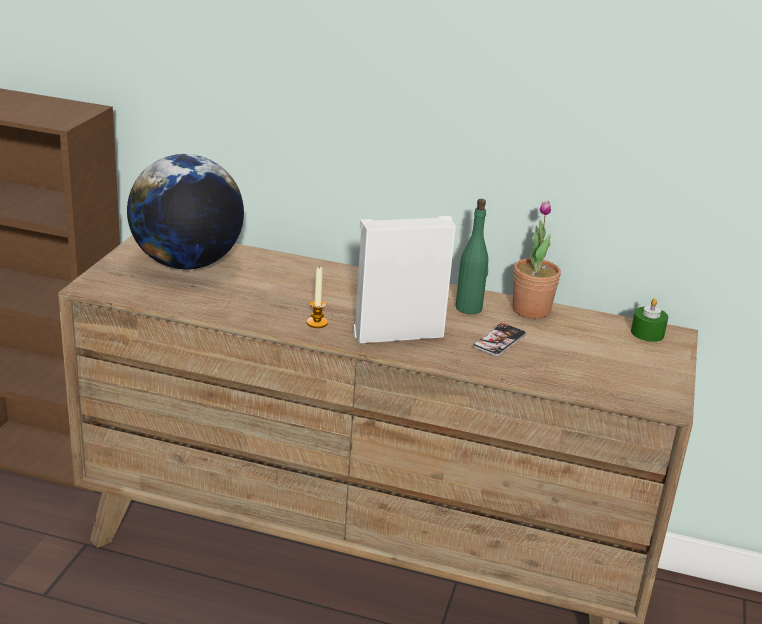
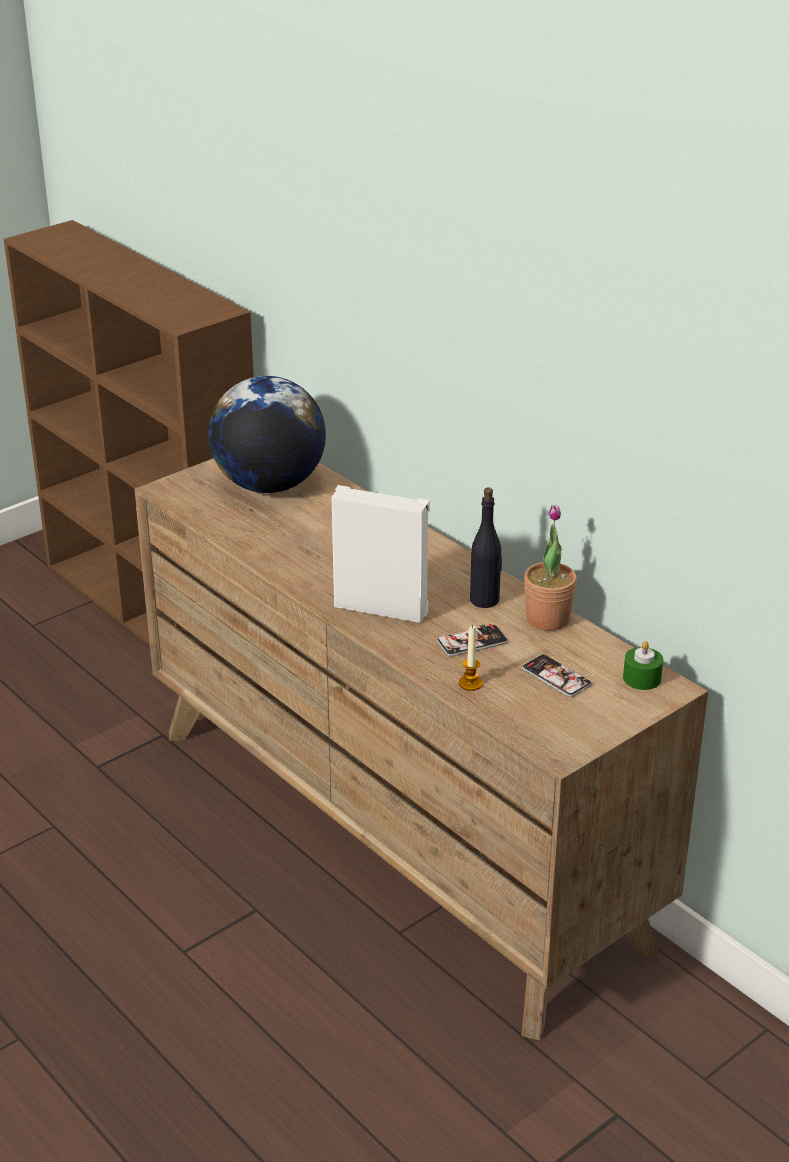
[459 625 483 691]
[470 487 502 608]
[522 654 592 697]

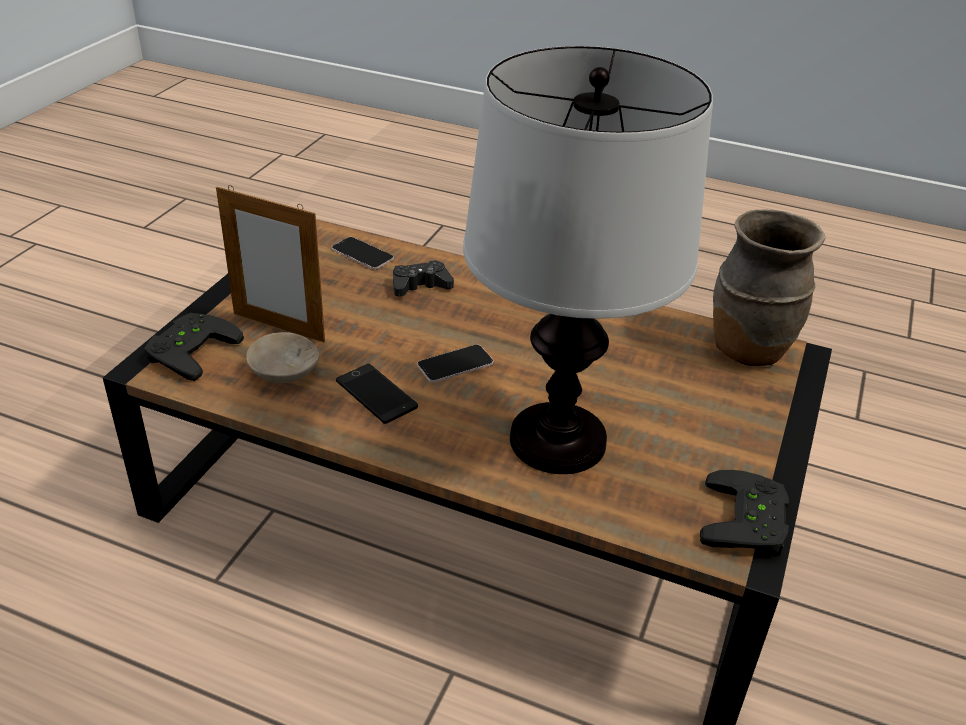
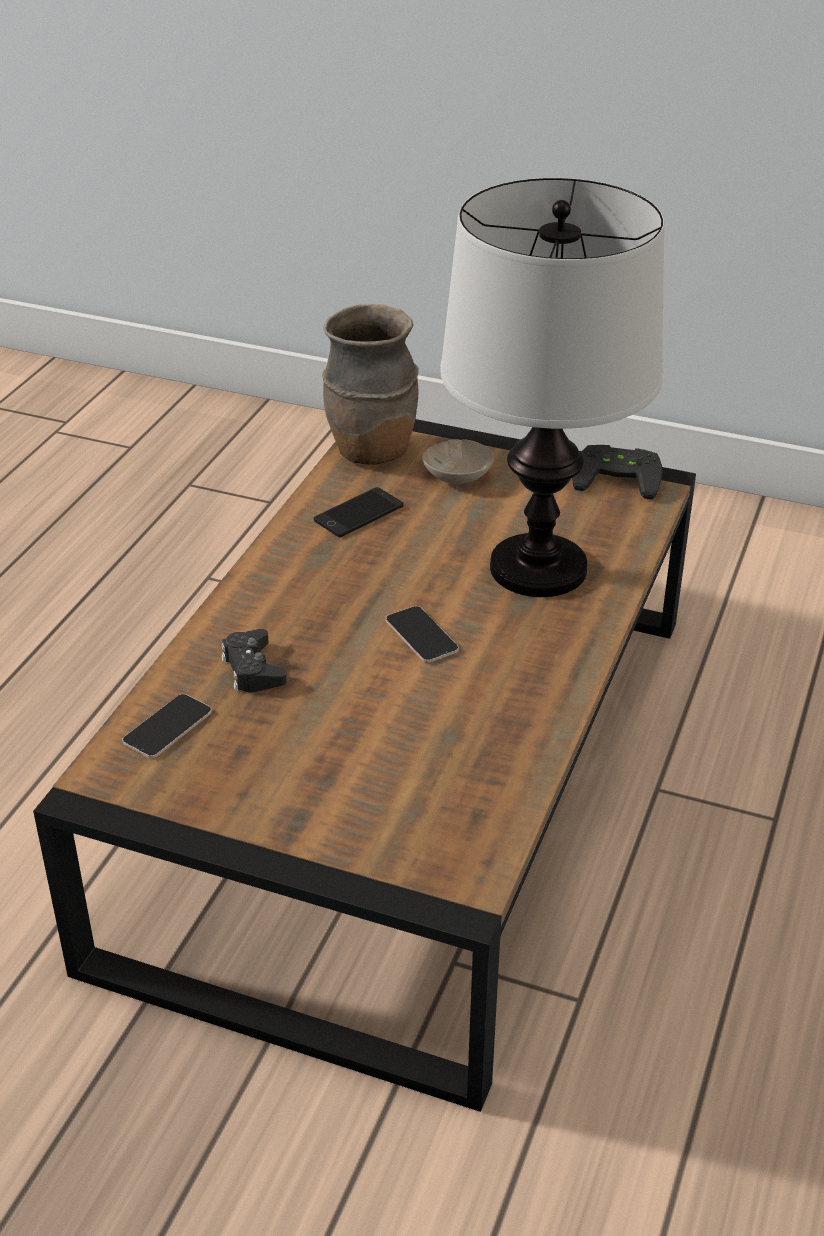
[314 487 404 537]
[422 439 493 484]
[144 313 244 381] (first image)
[216 185 325 342] (first image)

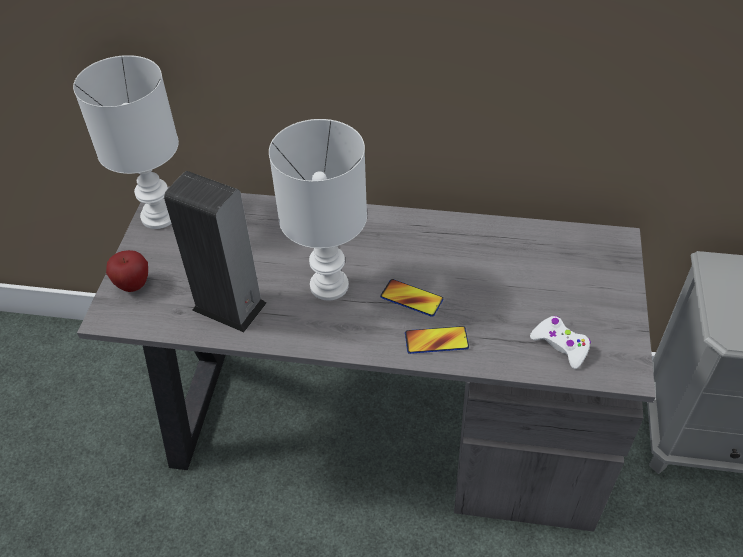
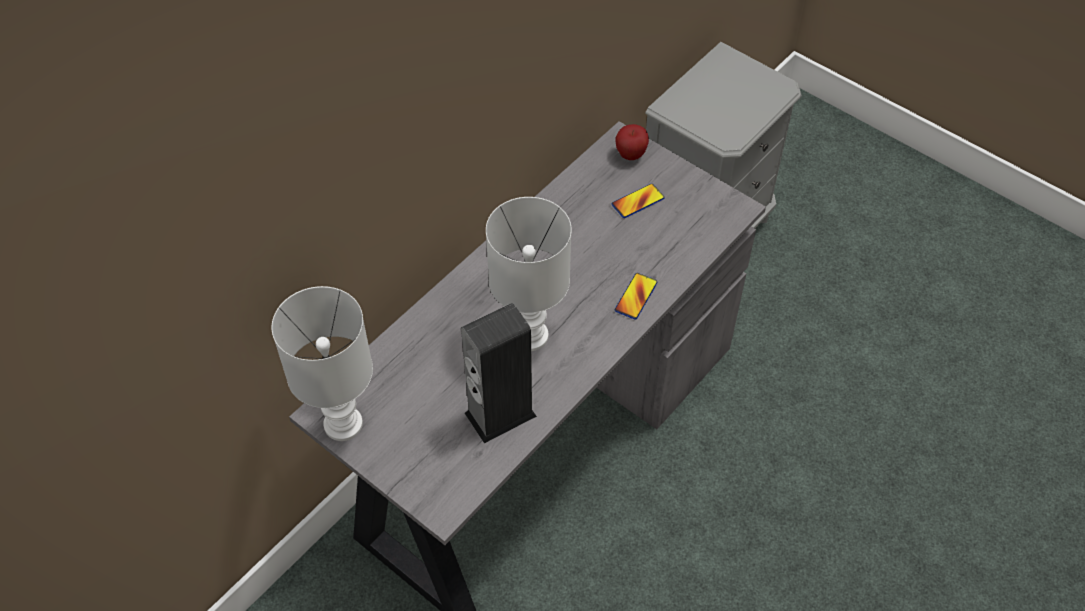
[612 184 665 218]
[615 124 649 160]
[530 316 591 369] (first image)

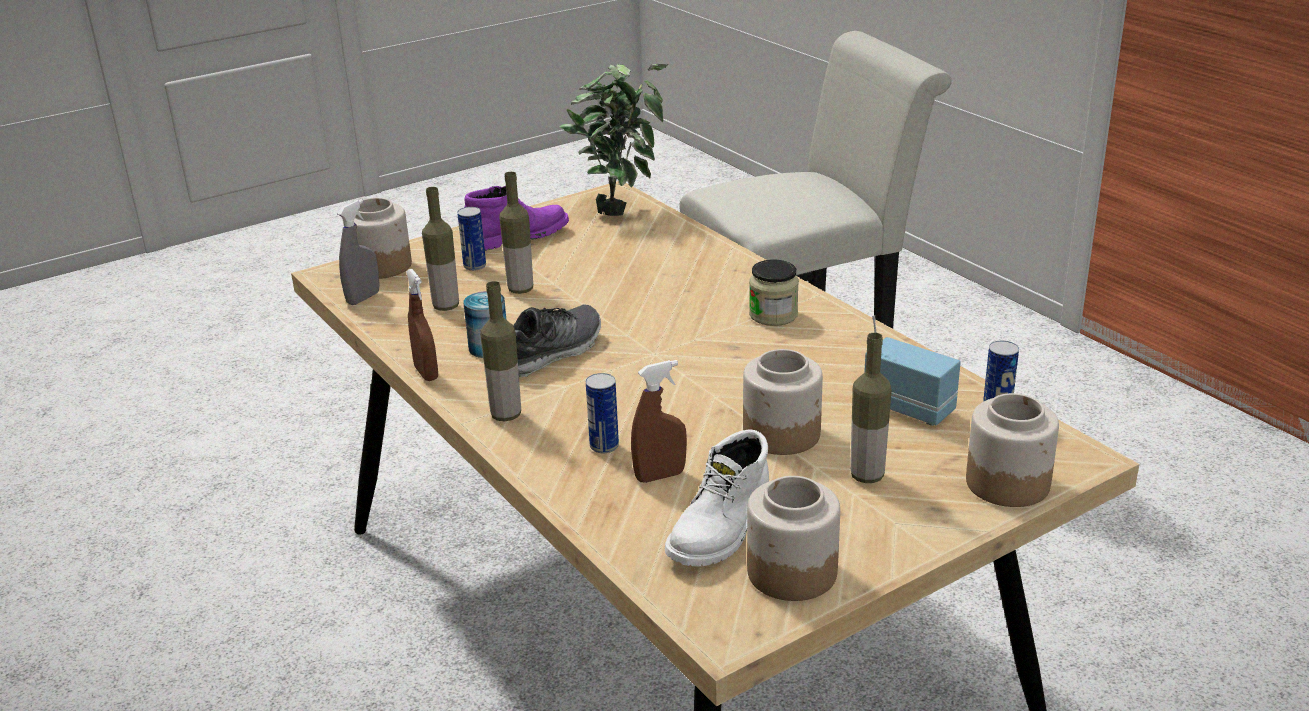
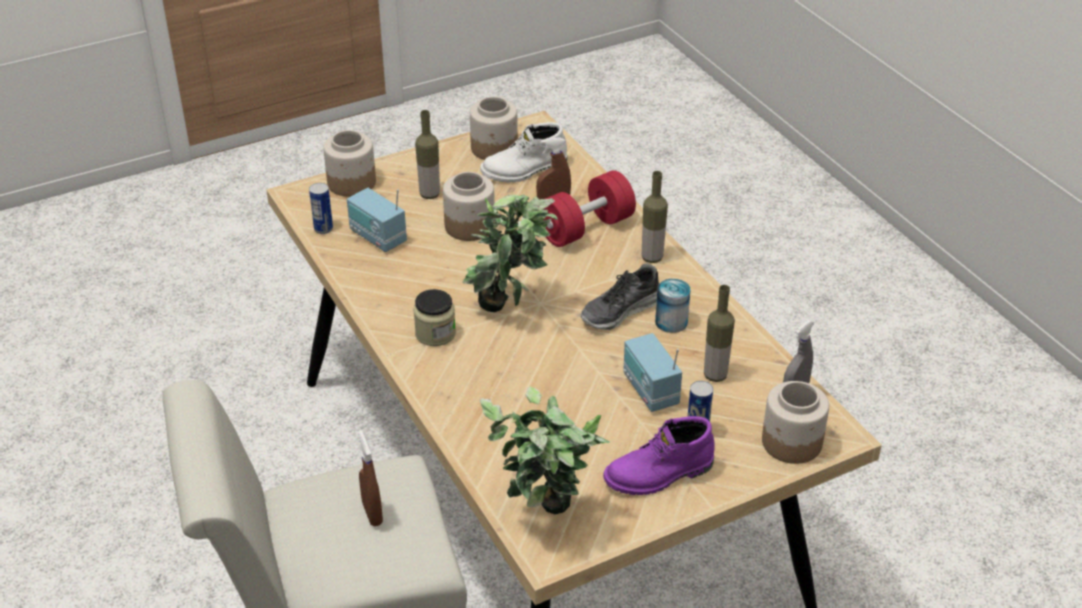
[358 430 383 526]
[463 195 558 312]
[480 122 567 183]
[538 170 636 247]
[623 333 682 412]

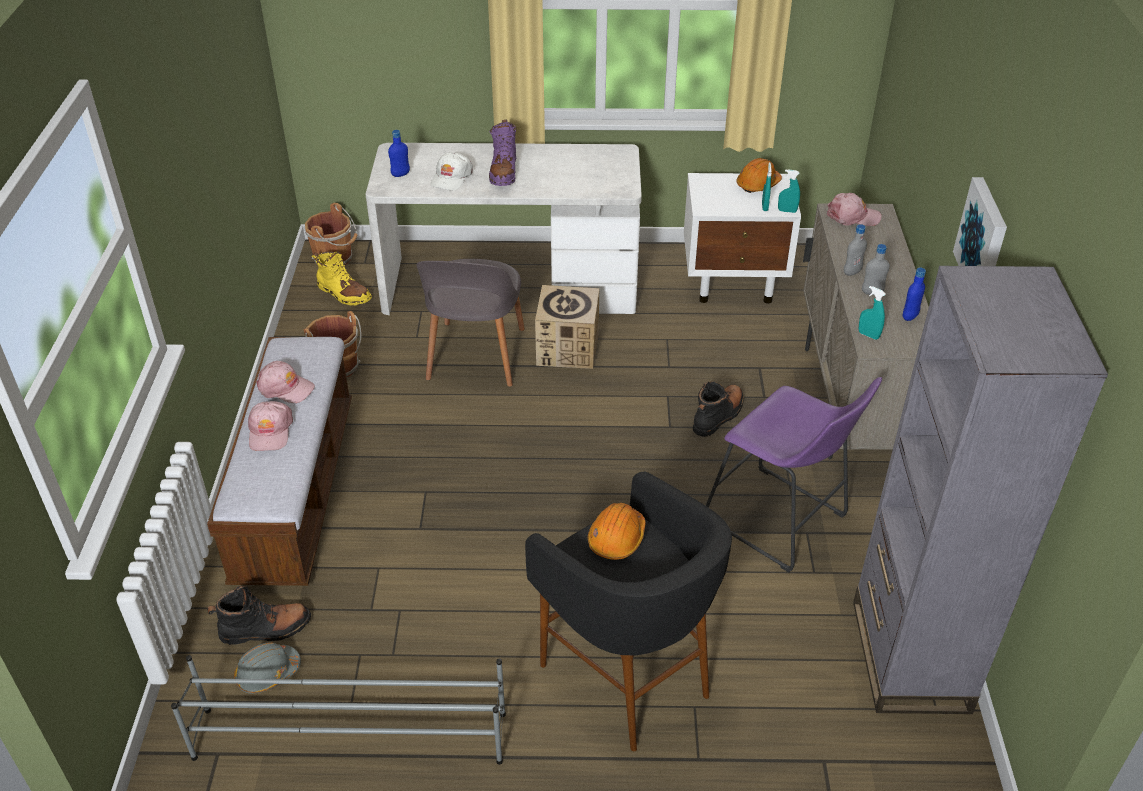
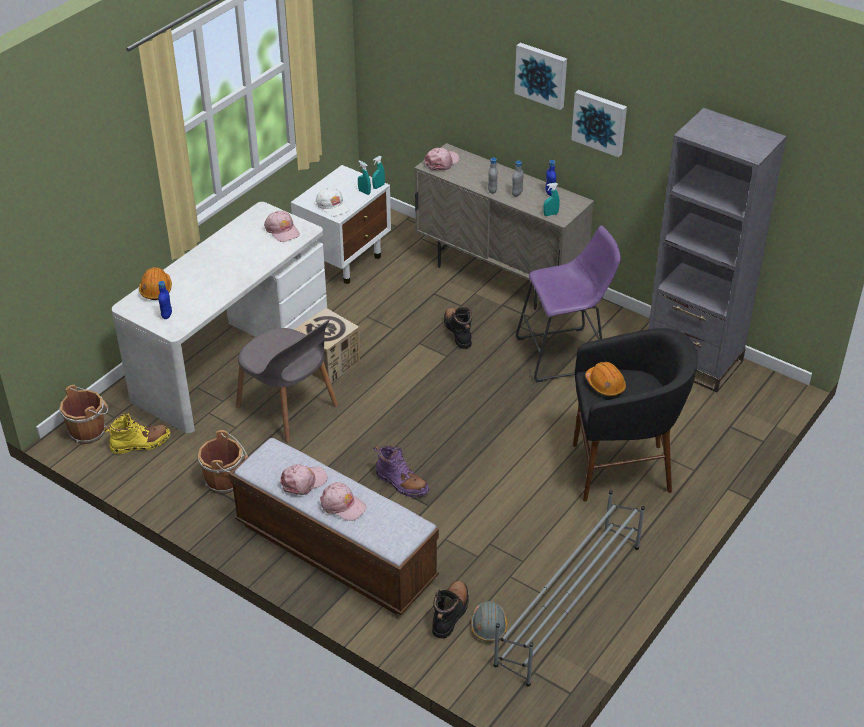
[139 267 172 300]
[264 211 300 242]
[316 187 350 217]
[374 445 429 497]
[514 43 567 110]

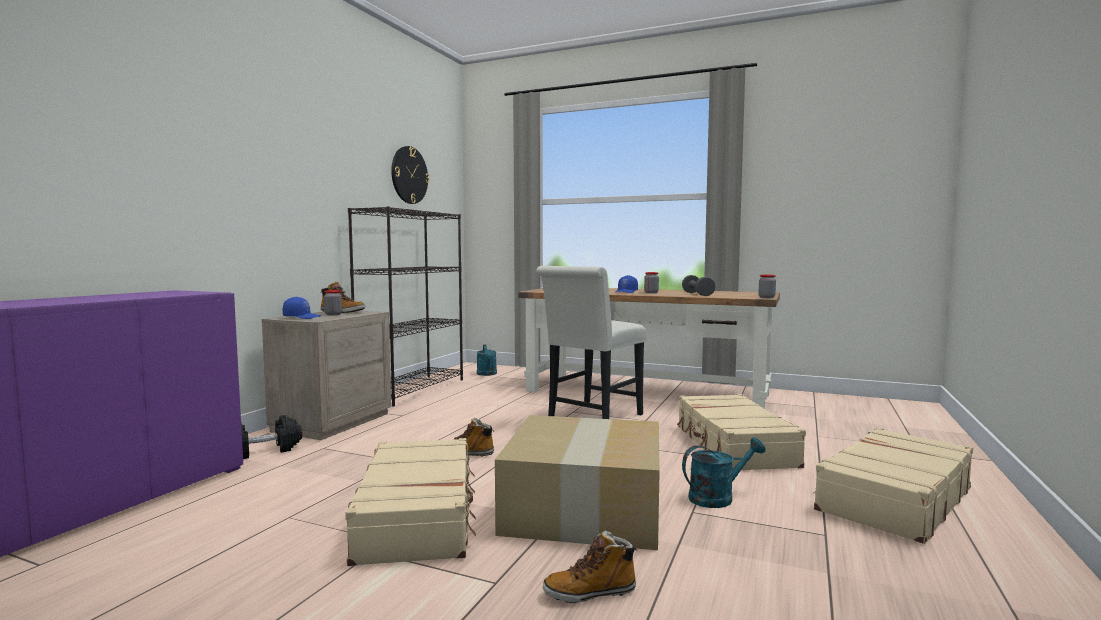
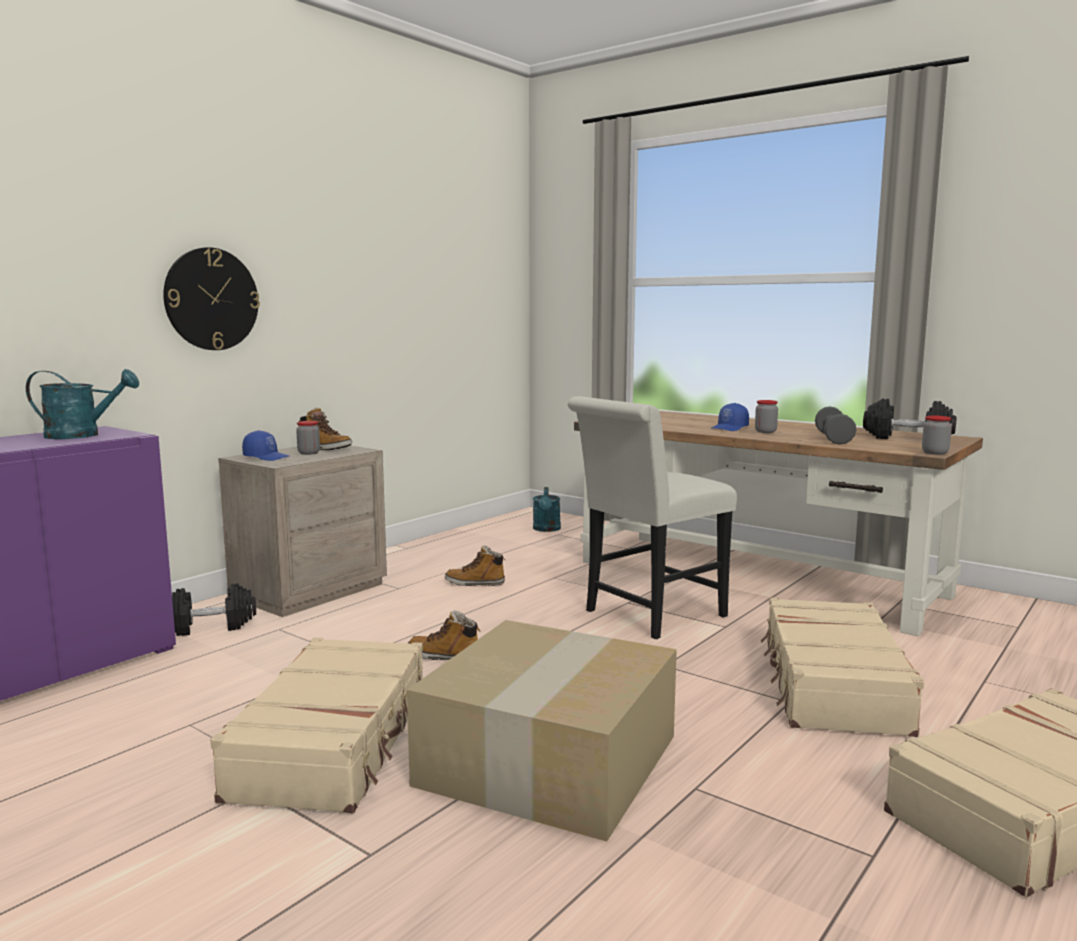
[26 369 139 439]
[163 247 260 350]
[445 545 505 586]
[863 399 957 439]
[348 206 463 406] (first image)

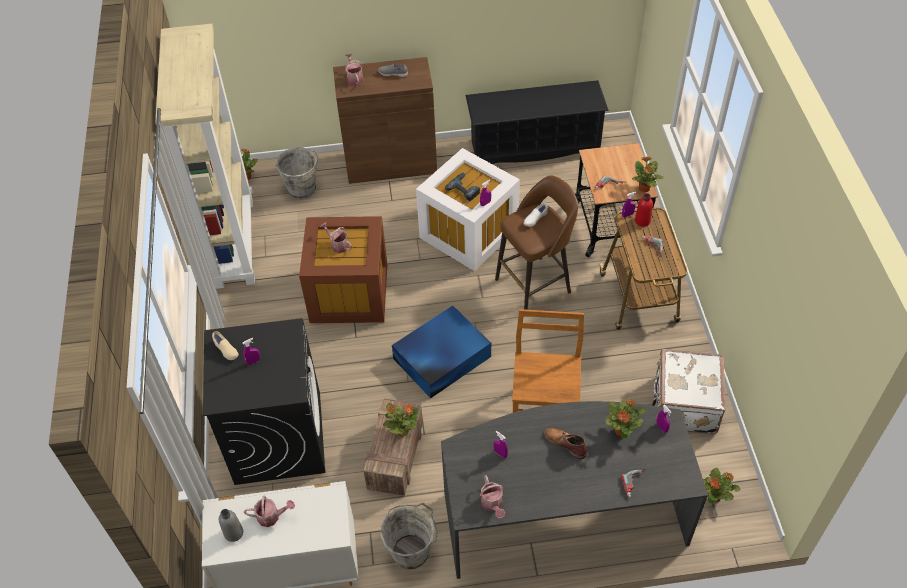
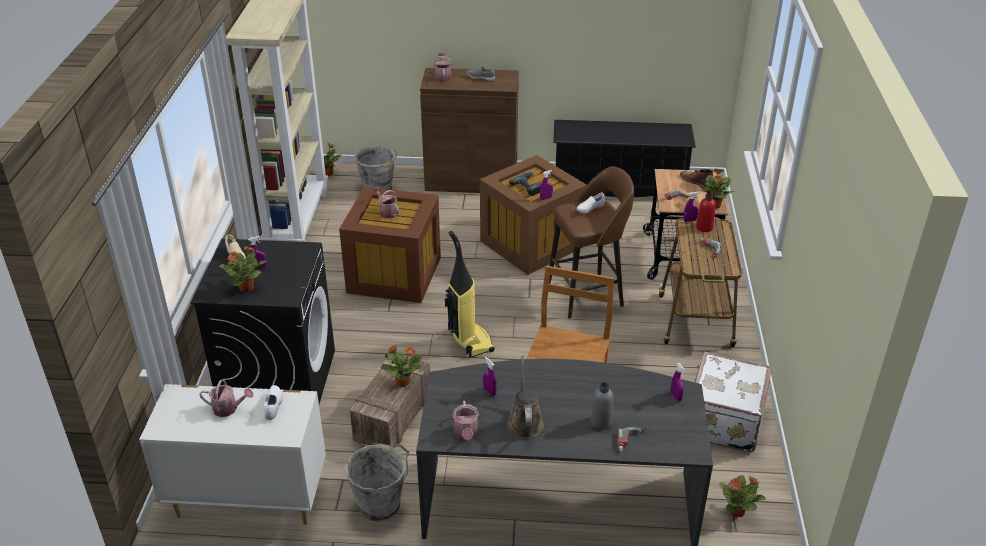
[220 246 266 292]
[264 385 283 420]
[445 231 495 358]
[480 155 587 275]
[507 355 544 439]
[590 382 613 429]
[680 169 713 189]

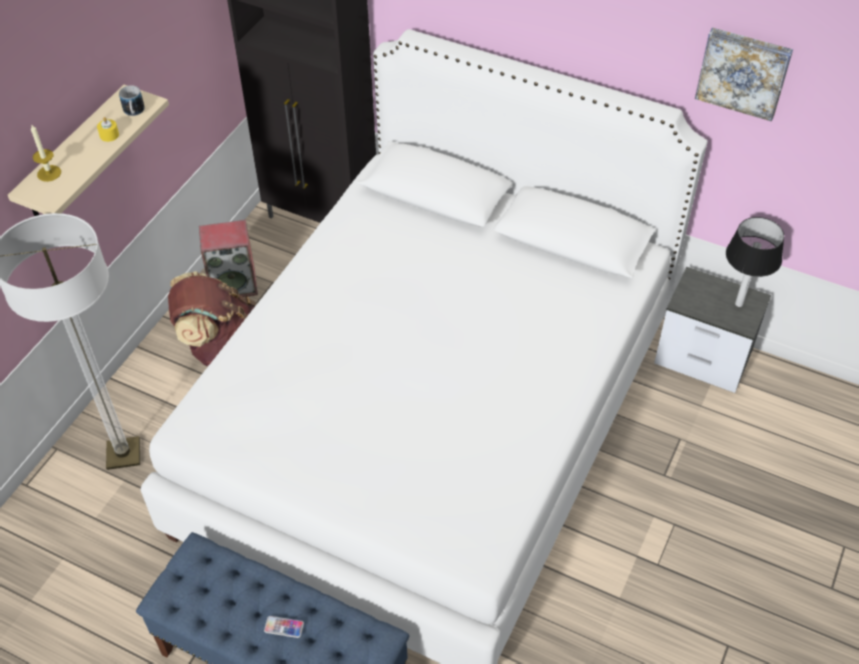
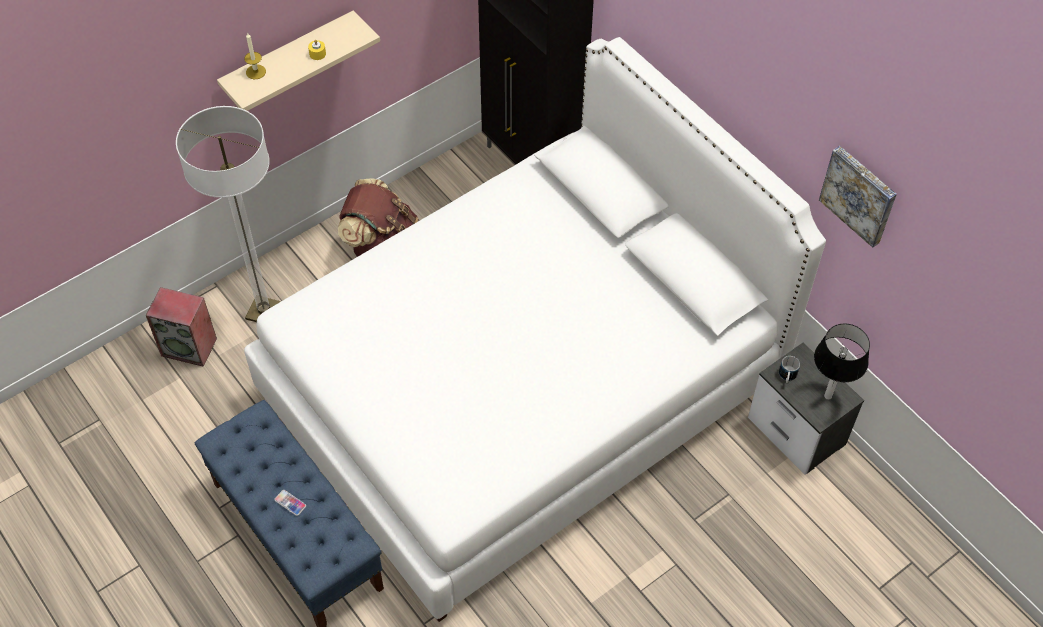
[146 287 217 367]
[779 356 800 383]

